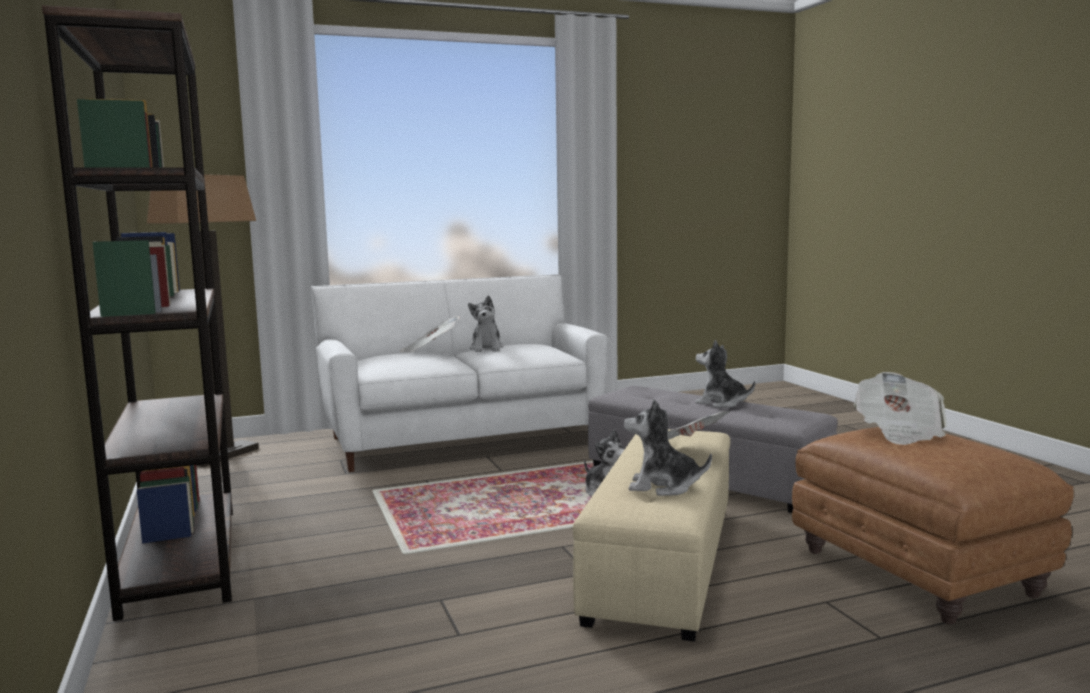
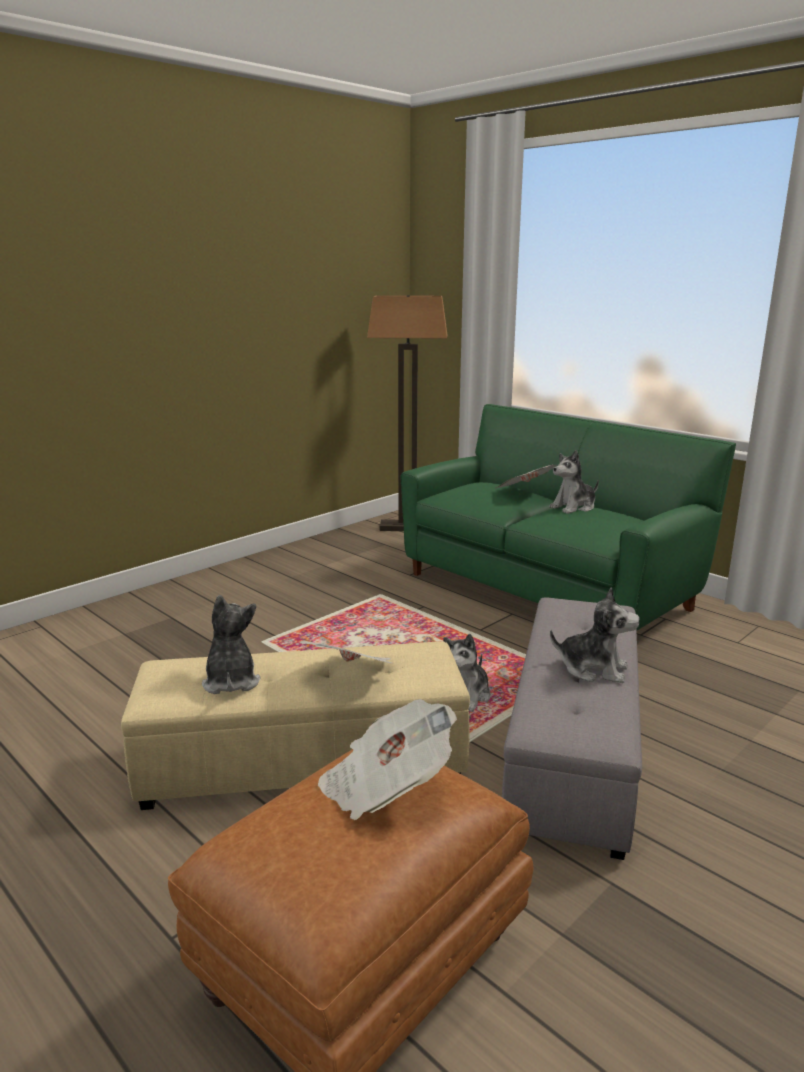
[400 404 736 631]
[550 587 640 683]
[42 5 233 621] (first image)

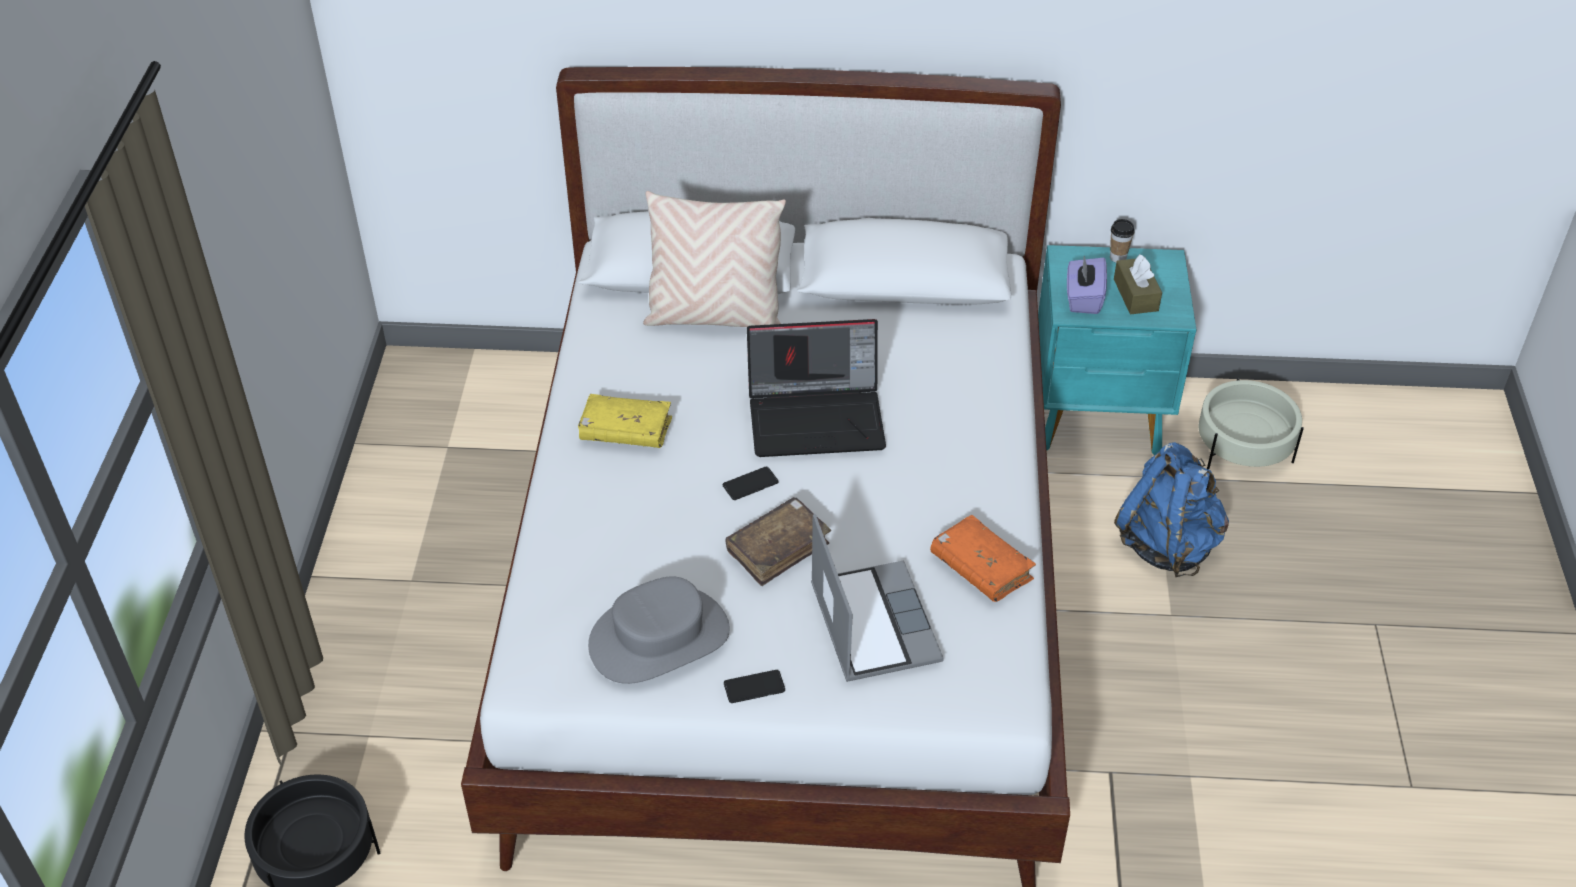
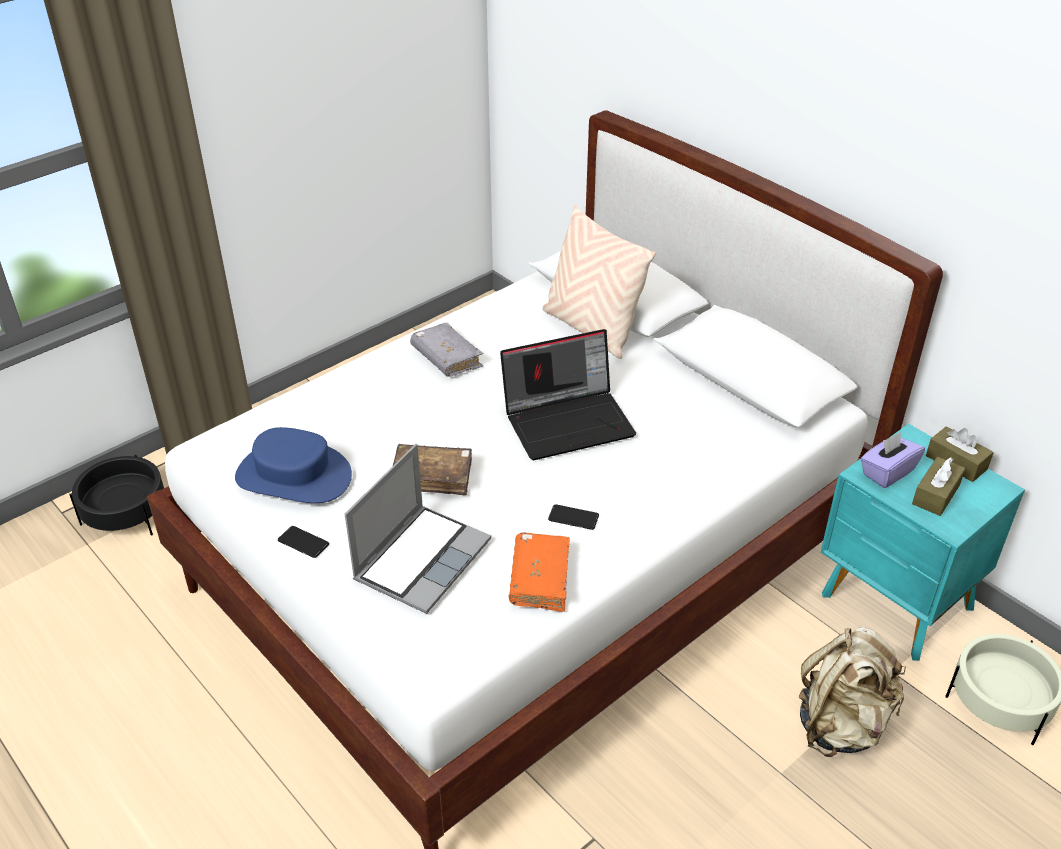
[235 427 352 503]
[410 322 483 377]
[500 329 636 460]
[548 504 599 530]
[799 627 906 757]
[926 426 994 482]

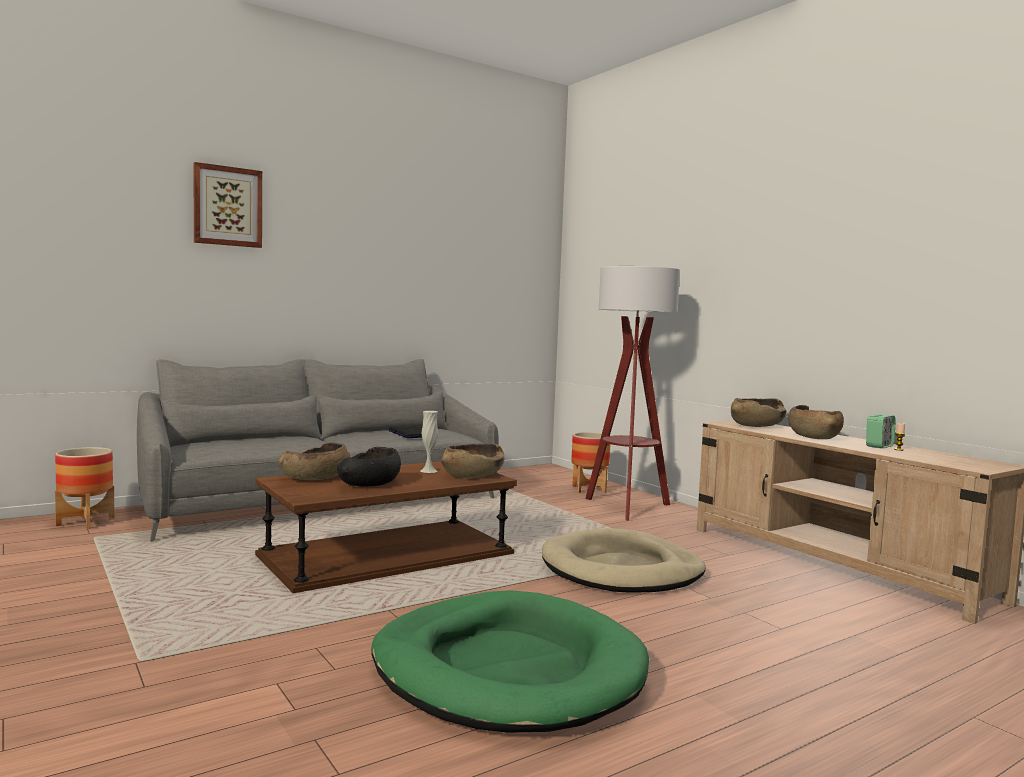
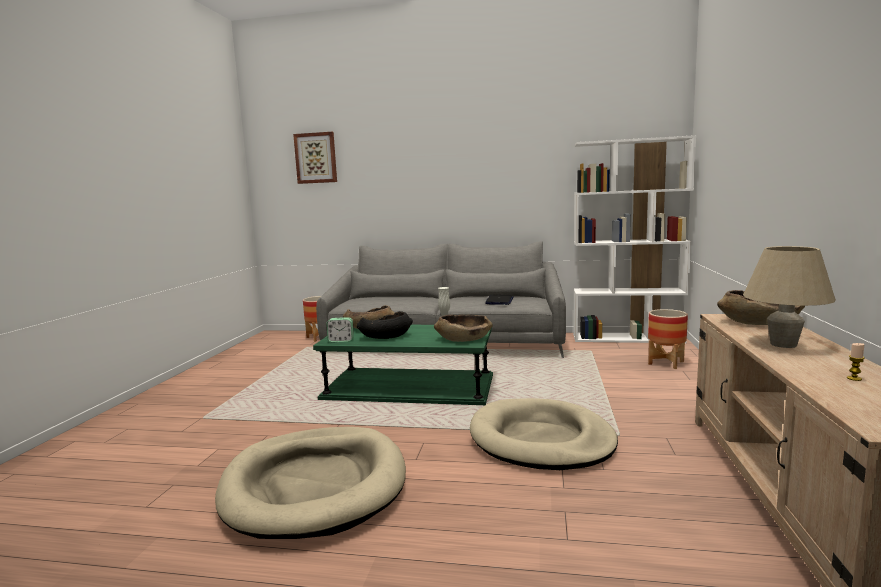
[215 427 406 539]
[293 132 337 184]
[313 325 493 405]
[326 317 354 342]
[573 135 696 343]
[743 246 836 348]
[585 266 680 521] (first image)

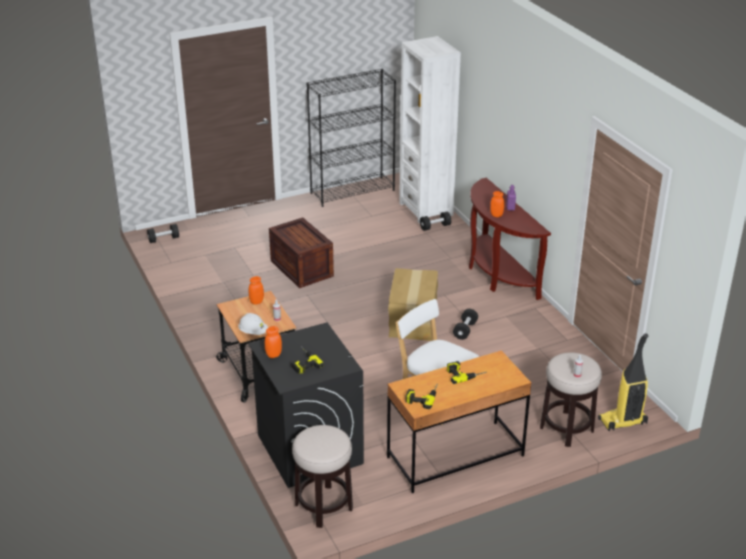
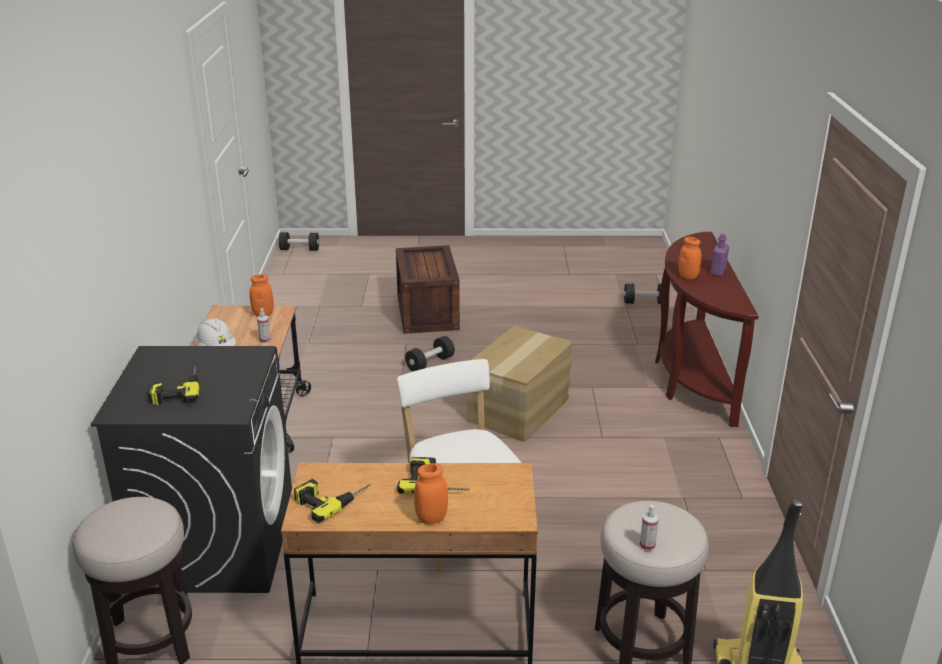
[405 336 455 372]
[414 463 448 524]
[306 69 396 207] (first image)
[399 36 461 224] (first image)

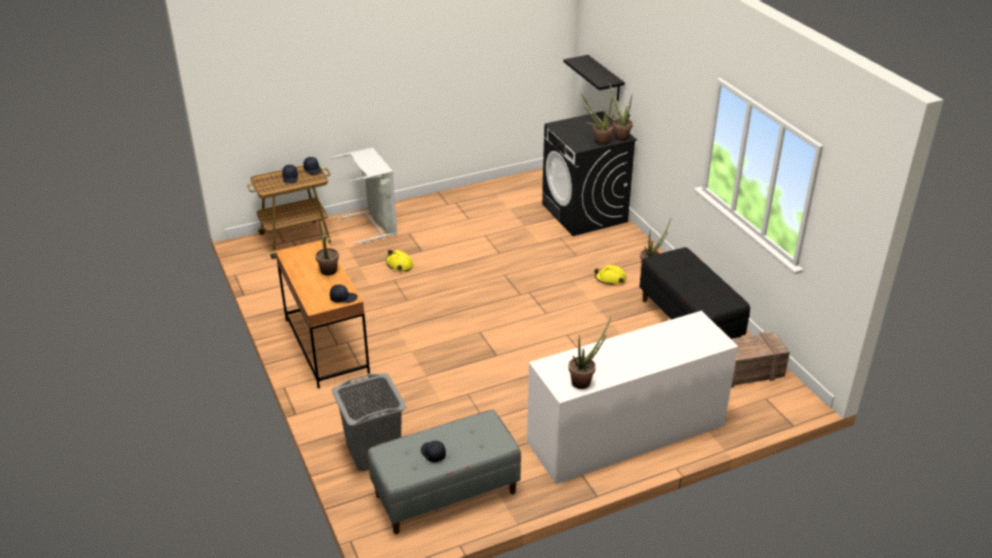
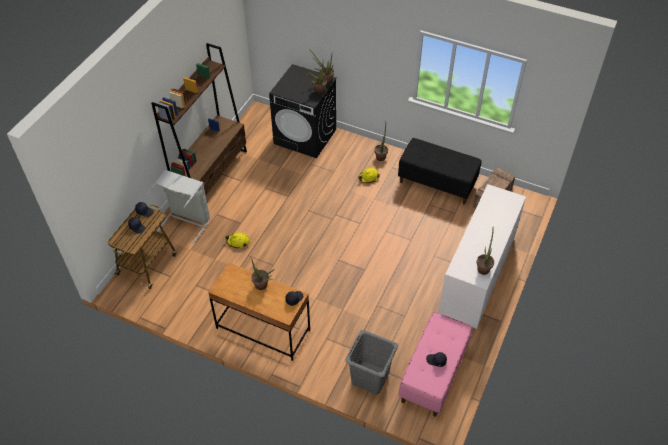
[151 43 247 195]
[398 312 472 417]
[563 55 625 101] (first image)

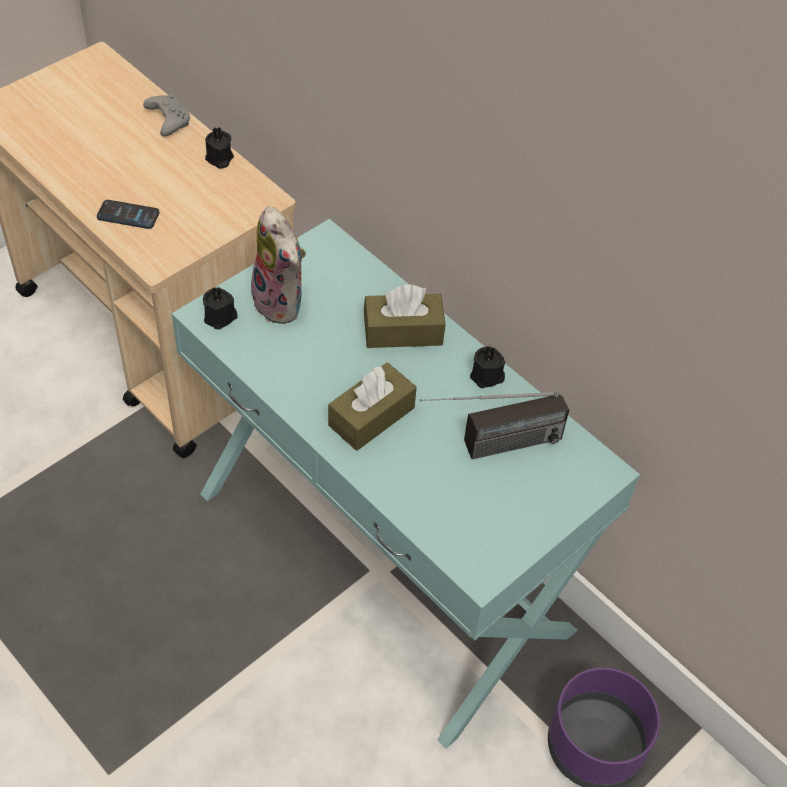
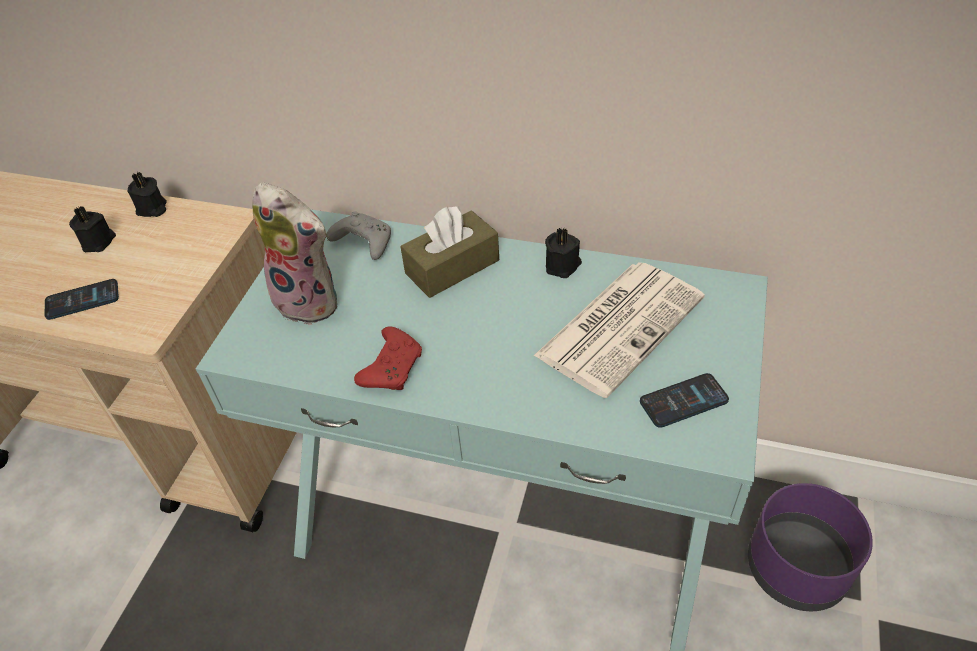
[69 206 116 253]
[327 211 391 260]
[354 326 422 390]
[534 262 705 398]
[640 373 729 428]
[328 362 417 451] (first image)

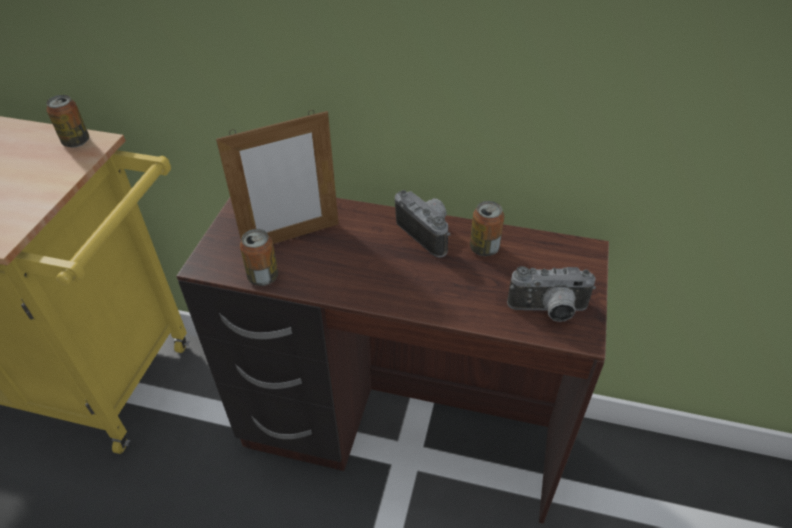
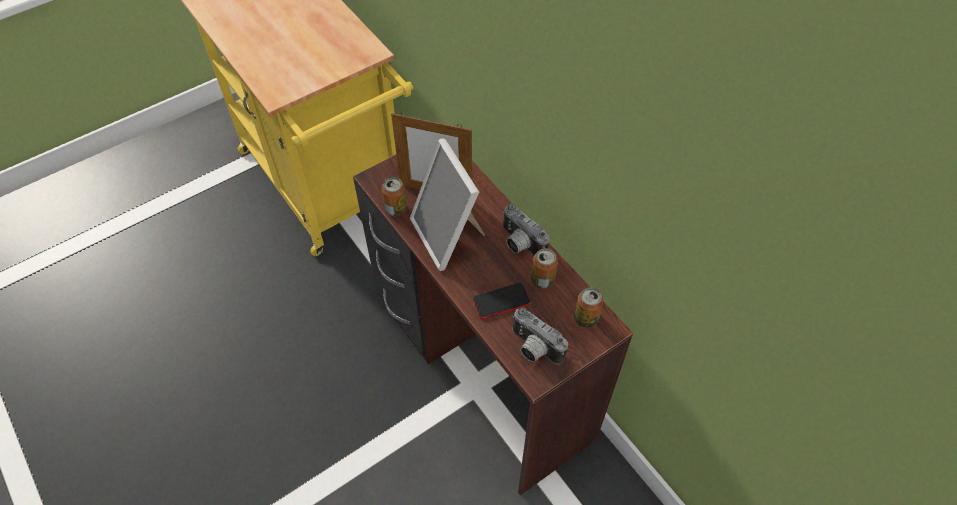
[410 139 485 271]
[473 283 531 319]
[502 203 549 256]
[574 287 603 328]

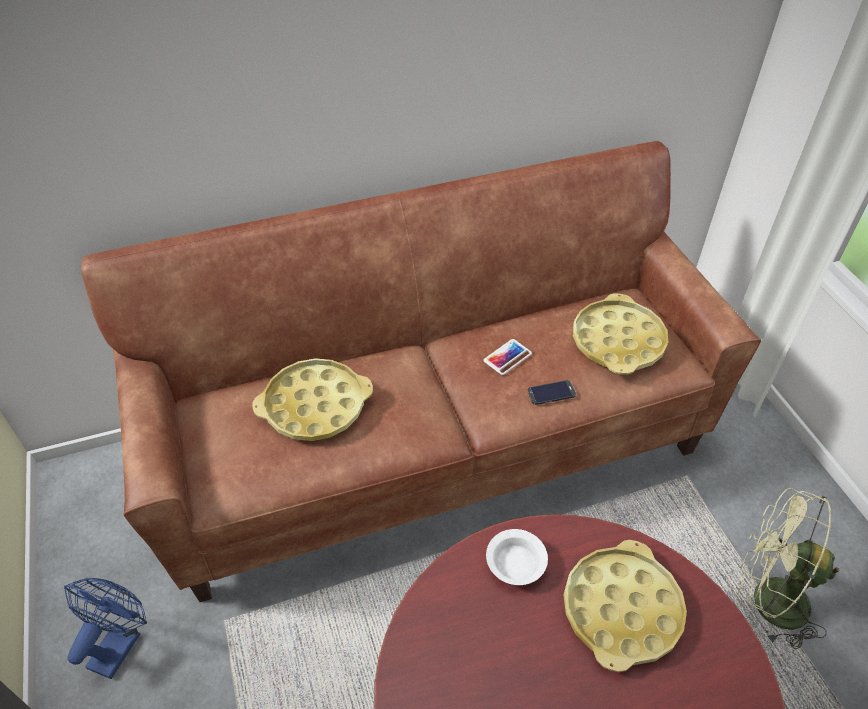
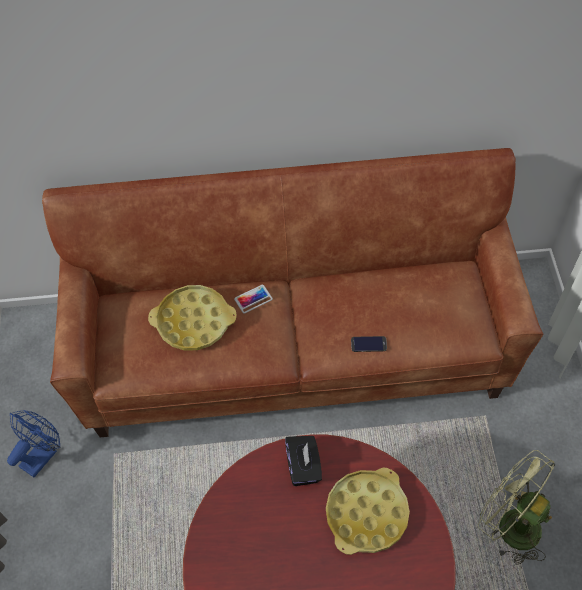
[234 285 273 313]
[285 436 322 486]
[573 294 668 375] (first image)

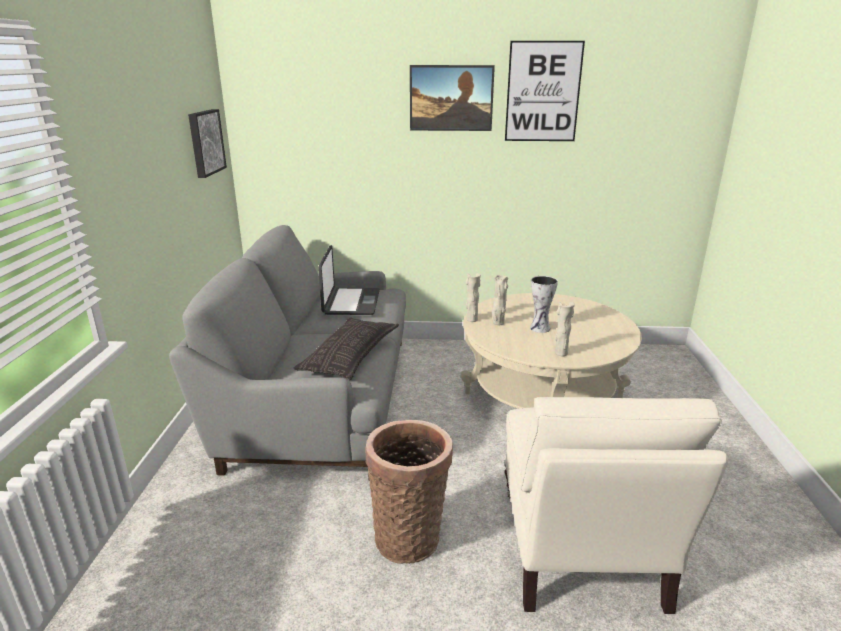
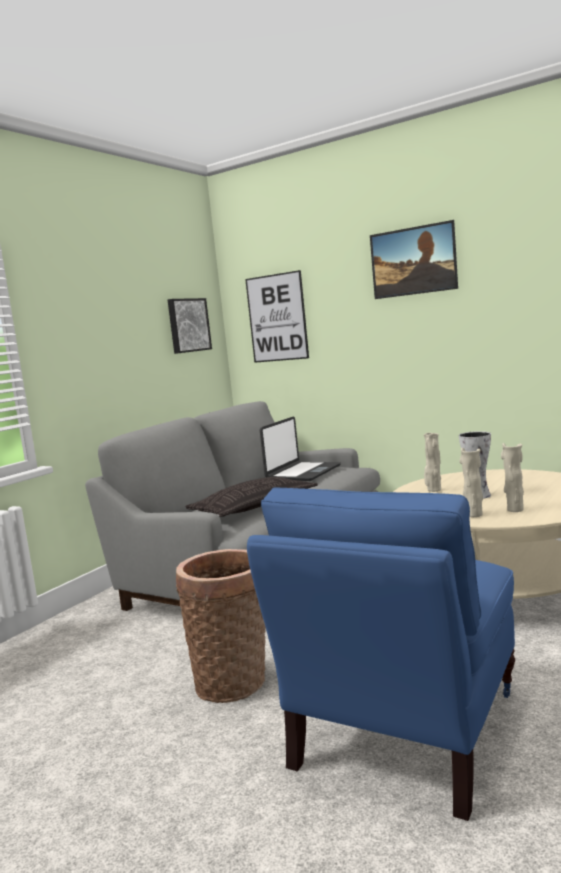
[245 270 309 363]
[247 487 515 821]
[501 443 524 512]

